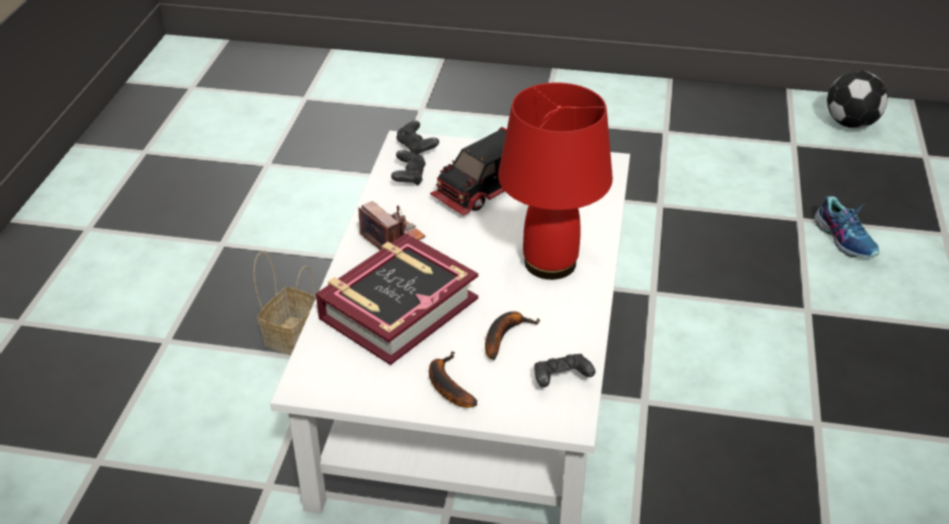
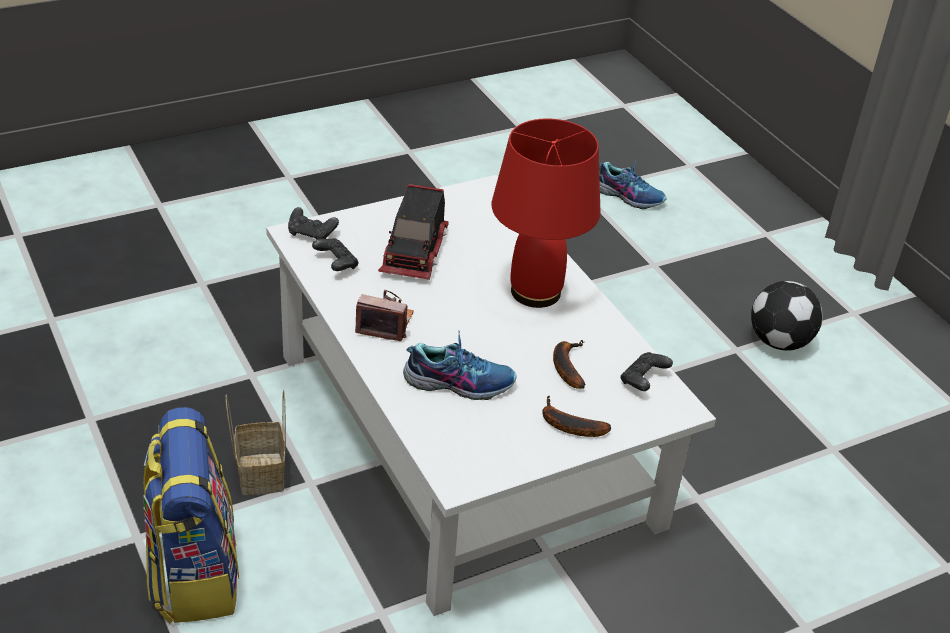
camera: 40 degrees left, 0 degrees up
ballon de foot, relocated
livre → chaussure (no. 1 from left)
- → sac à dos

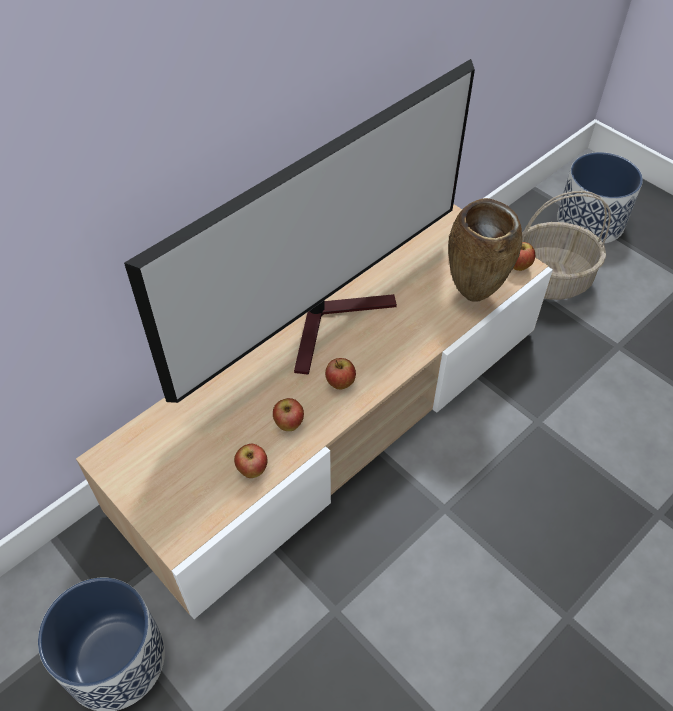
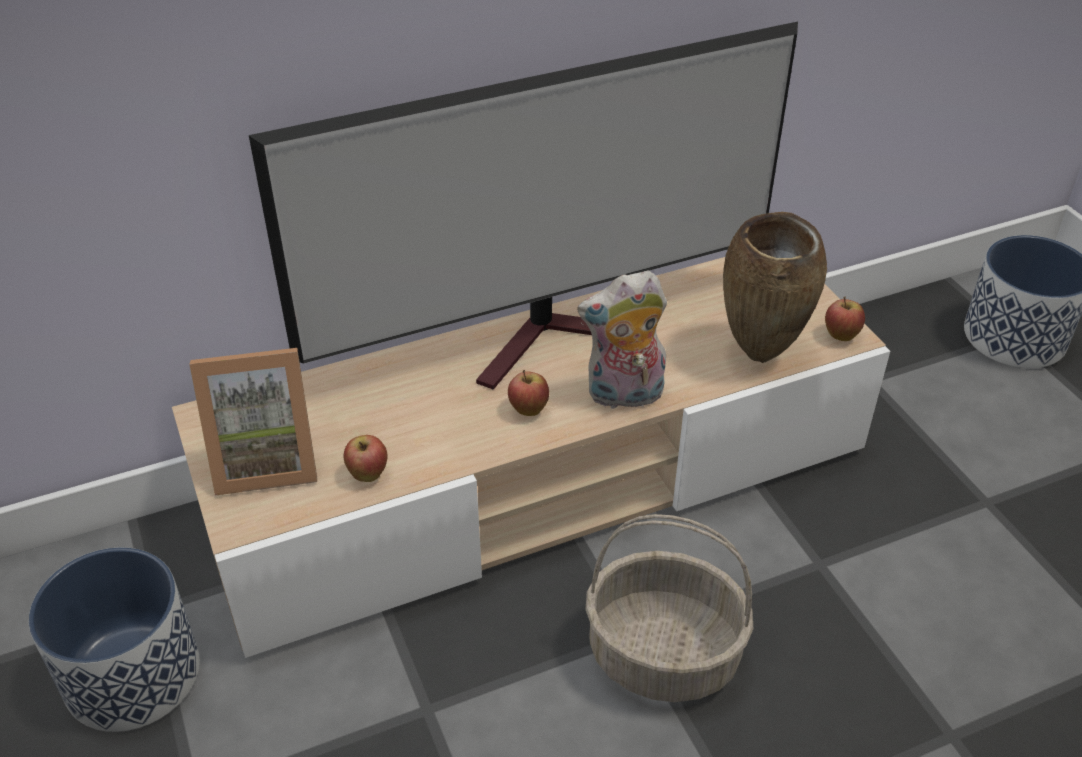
camera: 20 degrees right, 10 degrees down
panier, relocated
pomme (no. 2 from left) → -
- → peluche
- → cadre photo

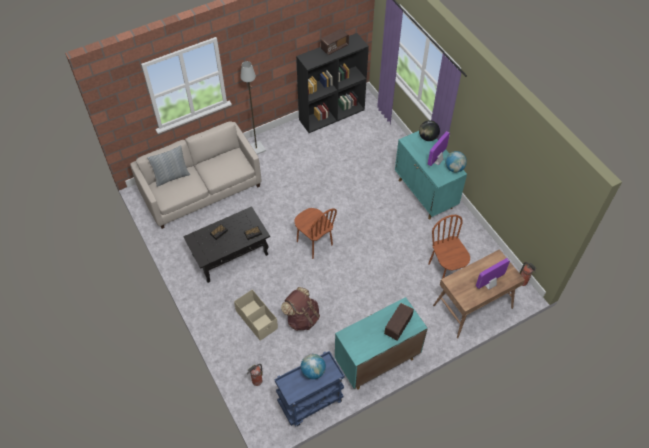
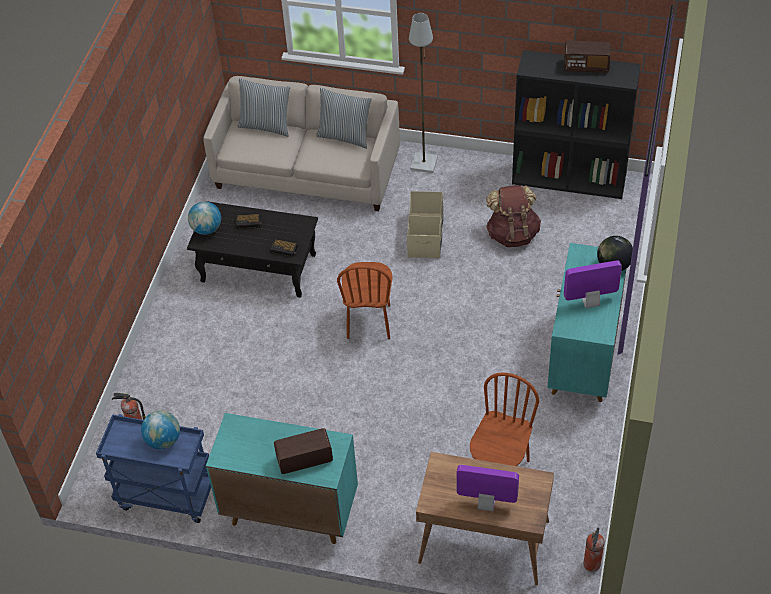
camera: 45 degrees right, 5 degrees down
globe (no. 3 from left in the first image) → globe (no. 2 from left), relocated
sac à dos [marron], relocated
boîte de rangement [beige], relocated
- → coussin (no. 2 from left)

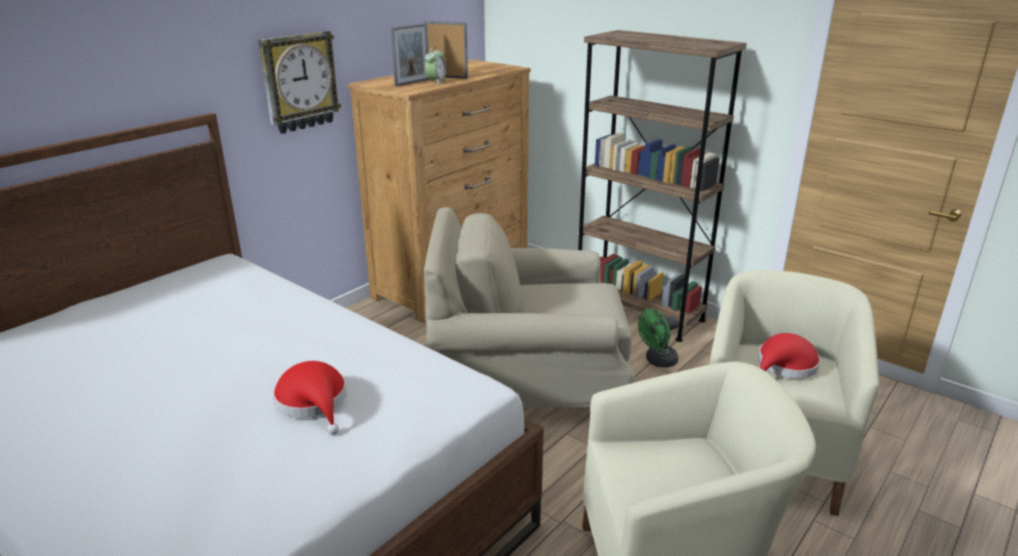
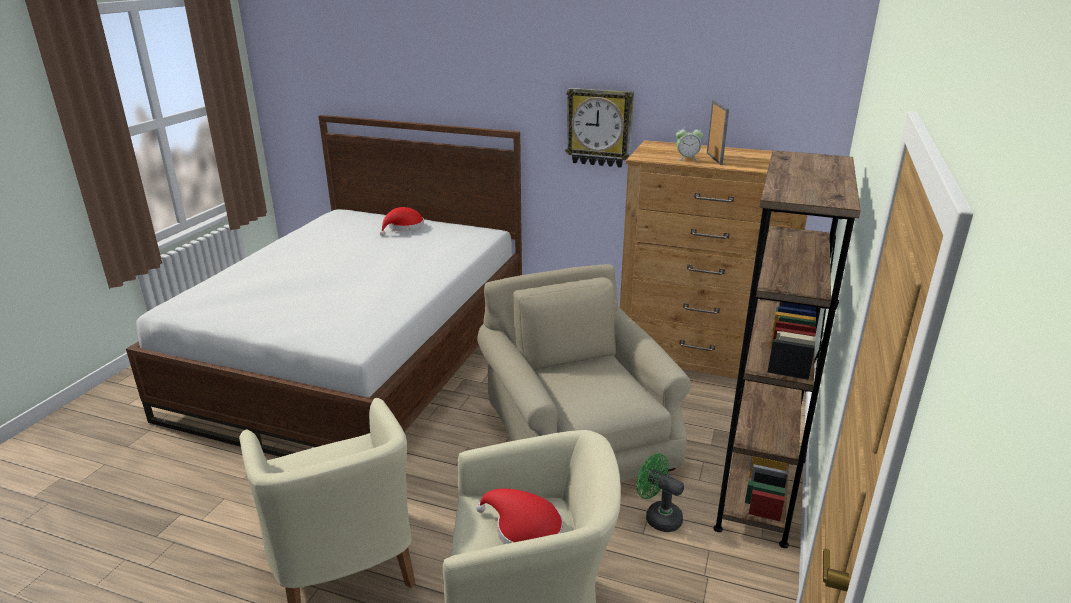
camera: 70 degrees right, 0 degrees up
cadre photo (no. 1 from left) → -
chapeau [rouge] (no. 1 from left), relocated

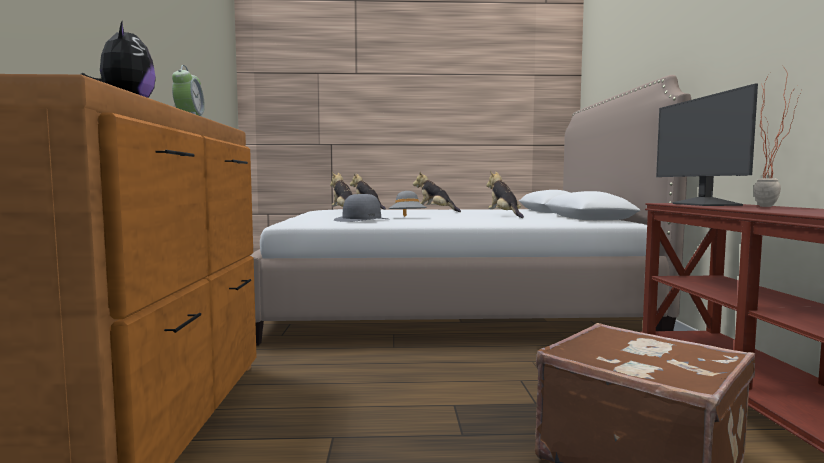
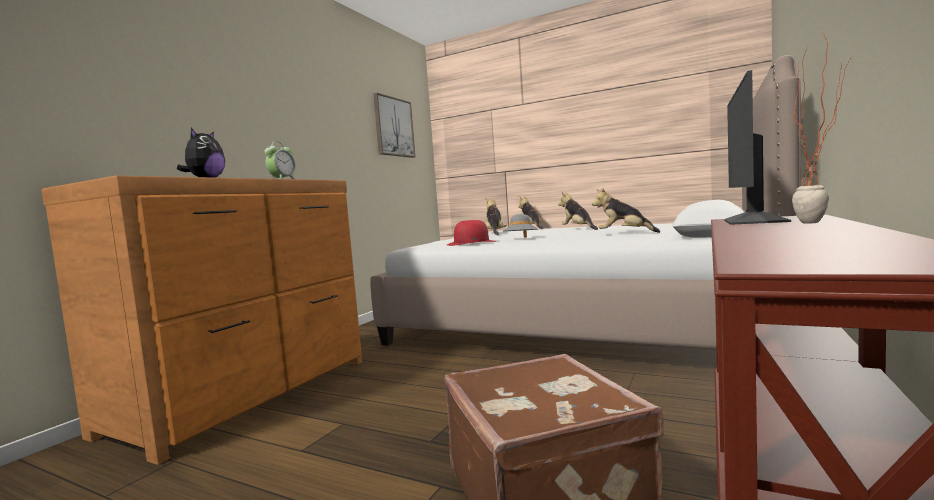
camera: 30 degrees right, 0 degrees up
peluche (no. 5 from left), 75 degrees counterclockwise
chapeau [gris] (no. 1 from left) → chapeau [rouge]
- → tableau

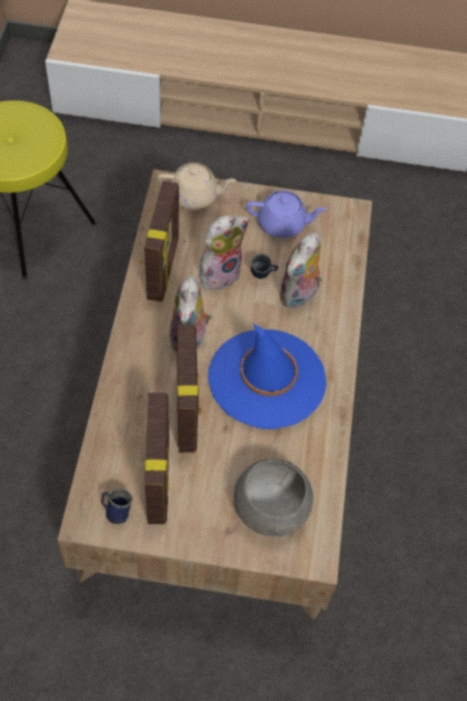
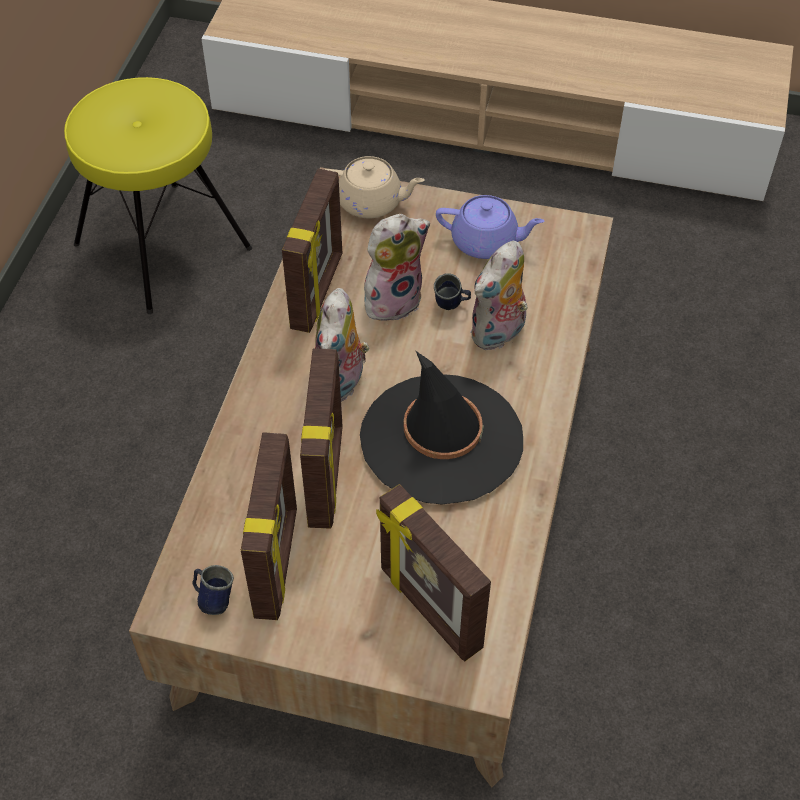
camera: 10 degrees right, 5 degrees down
chapeau [bleu] → chapeau [noir]
bol [gris] → cadre photo (no. 4 from left)

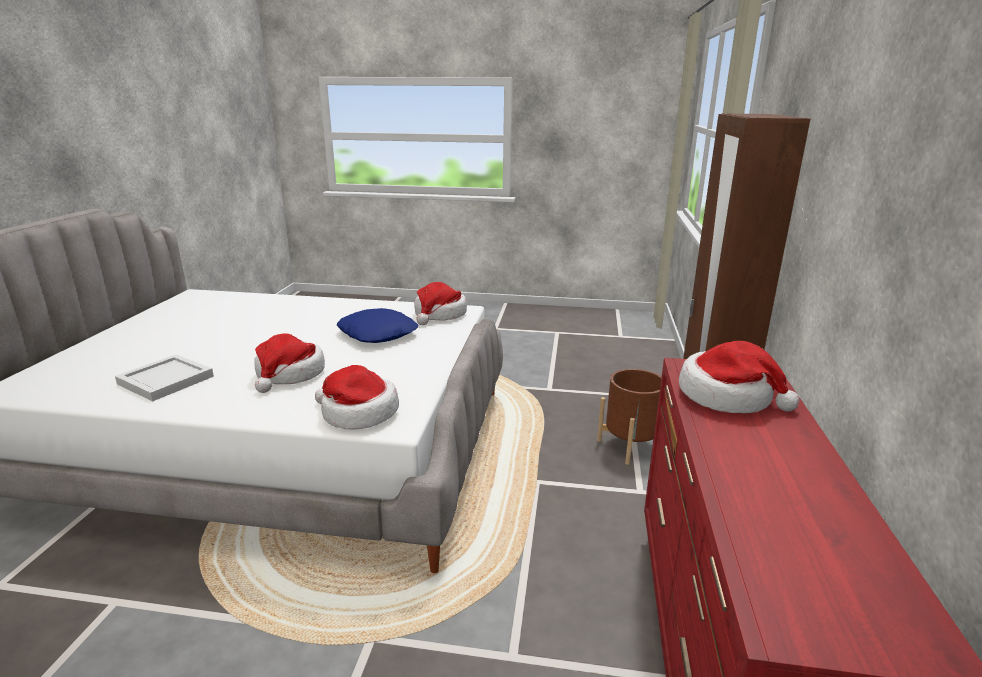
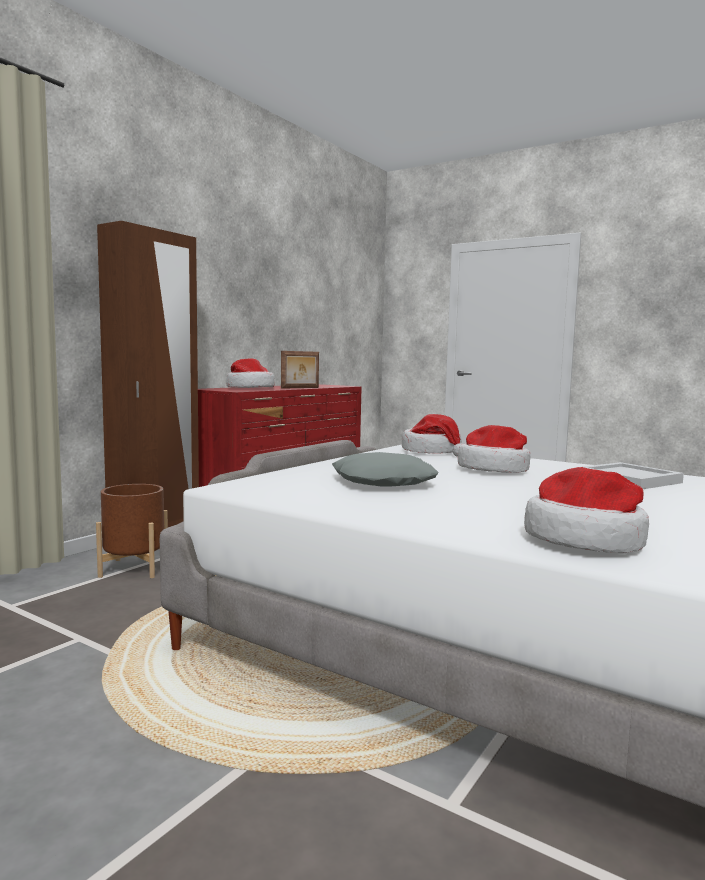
camera: 155 degrees left, 15 degrees down
chapeau (no. 3 from left in the first image) → chapeau (no. 4 from left), relocated
coussin [bleu] → coussin [gris]
- → cadre photo

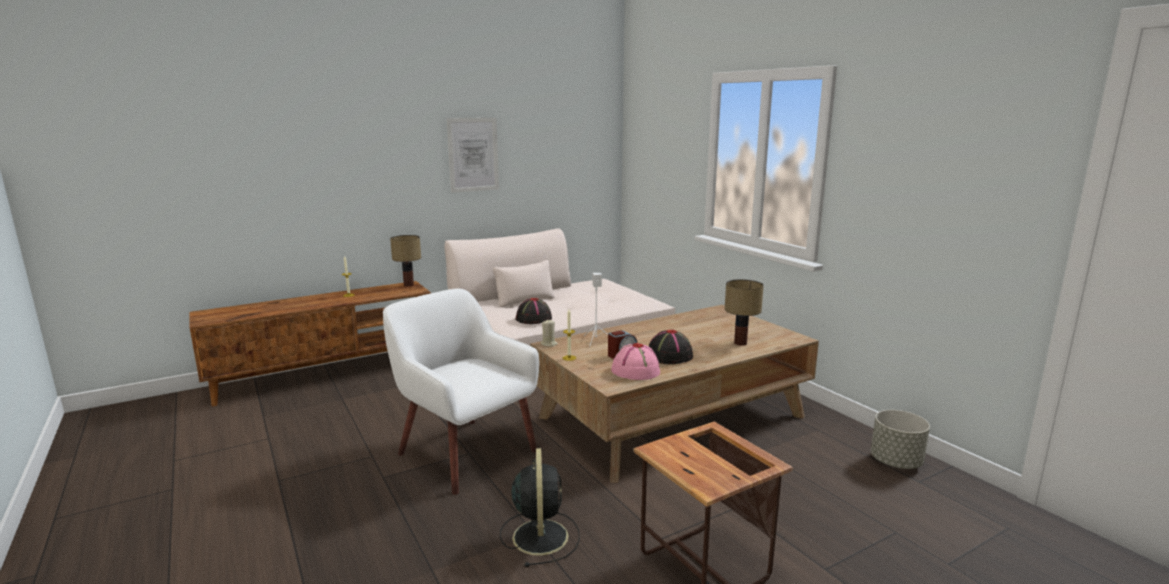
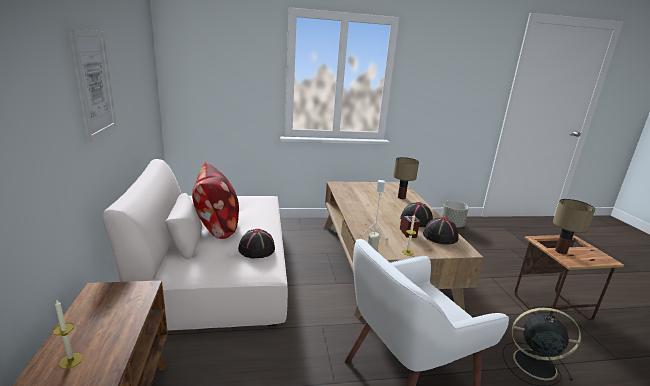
camera: 70 degrees left, 5 degrees up
lampe de table (no. 1 from left in the first image) → lampe de table (no. 2 from left), relocated
chapeau [rose] → chapeau [noir] (no. 3 from left)
- → coussin

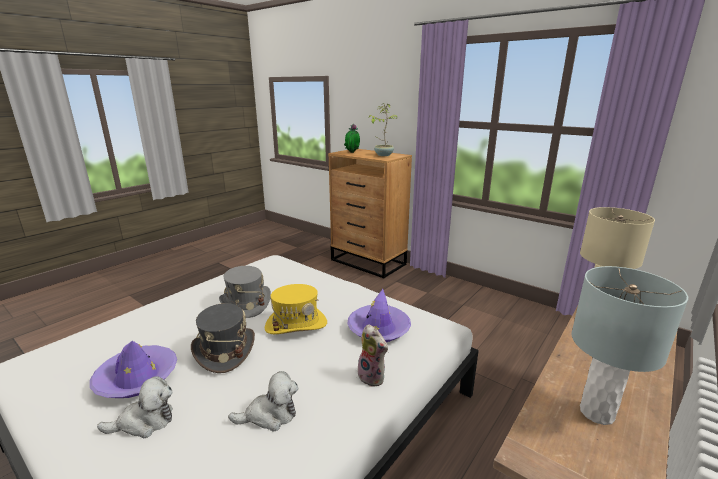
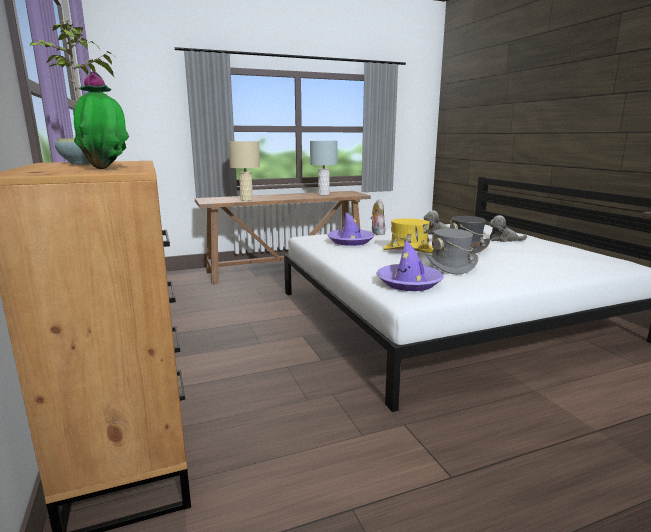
camera: 150 degrees left, 5 degrees down
chapeau [violet] (no. 1 from left in the first image) → chapeau [violet] (no. 2 from left), relocated

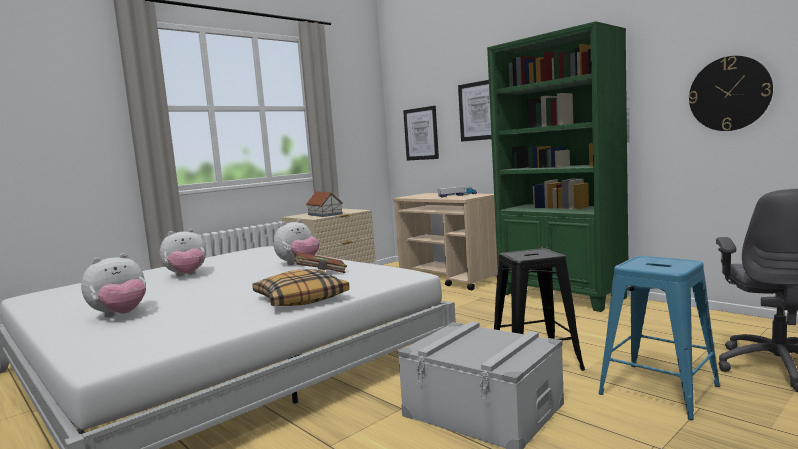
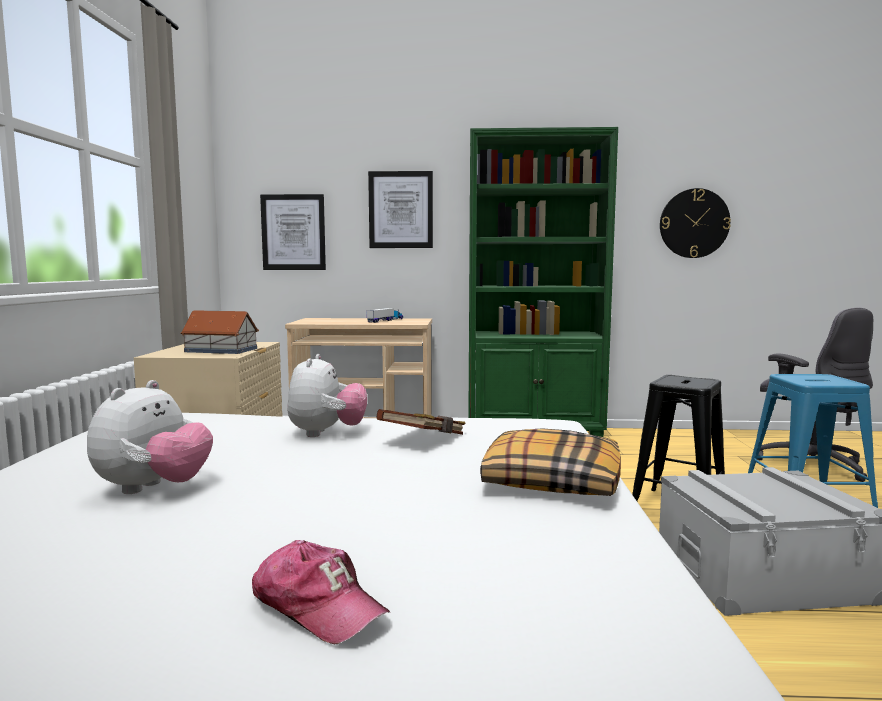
camera: 45 degrees left, 0 degrees up
peluche (no. 1 from left) → casquette

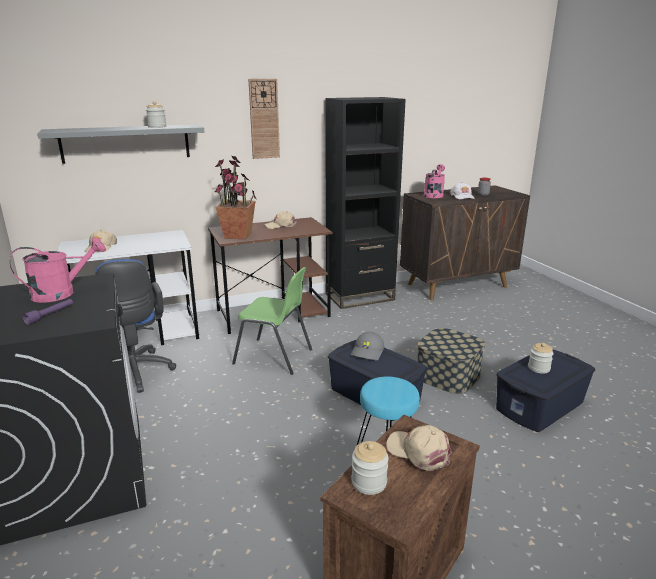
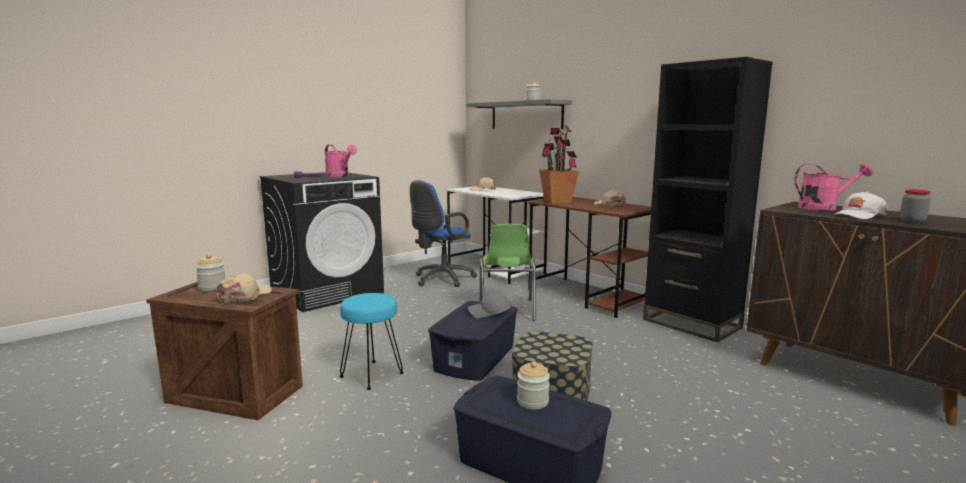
camera: 70 degrees right, 10 degrees down
horloge murale → -

